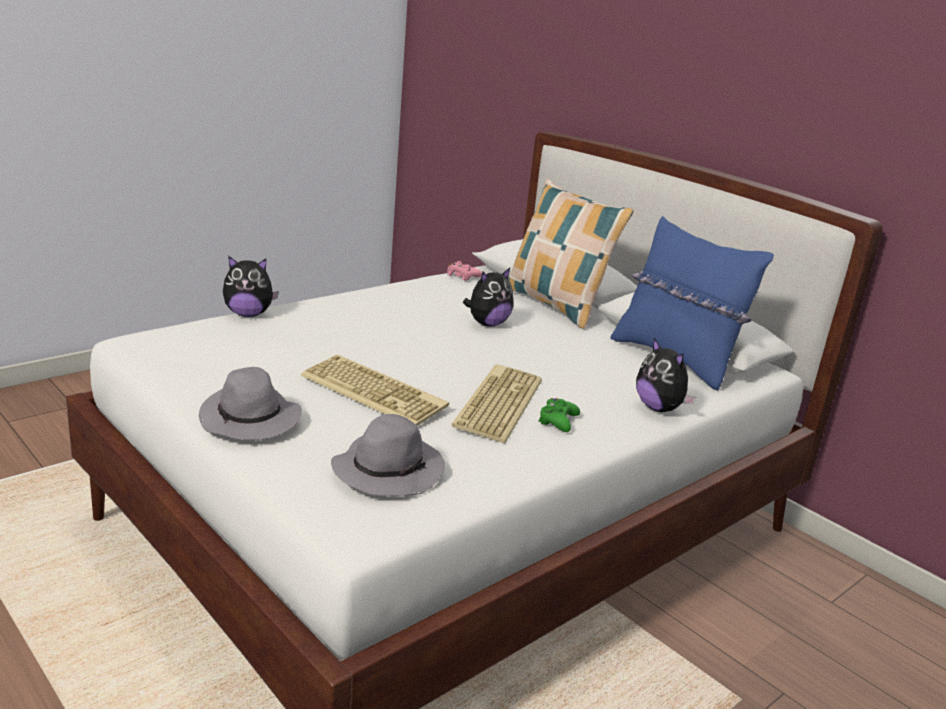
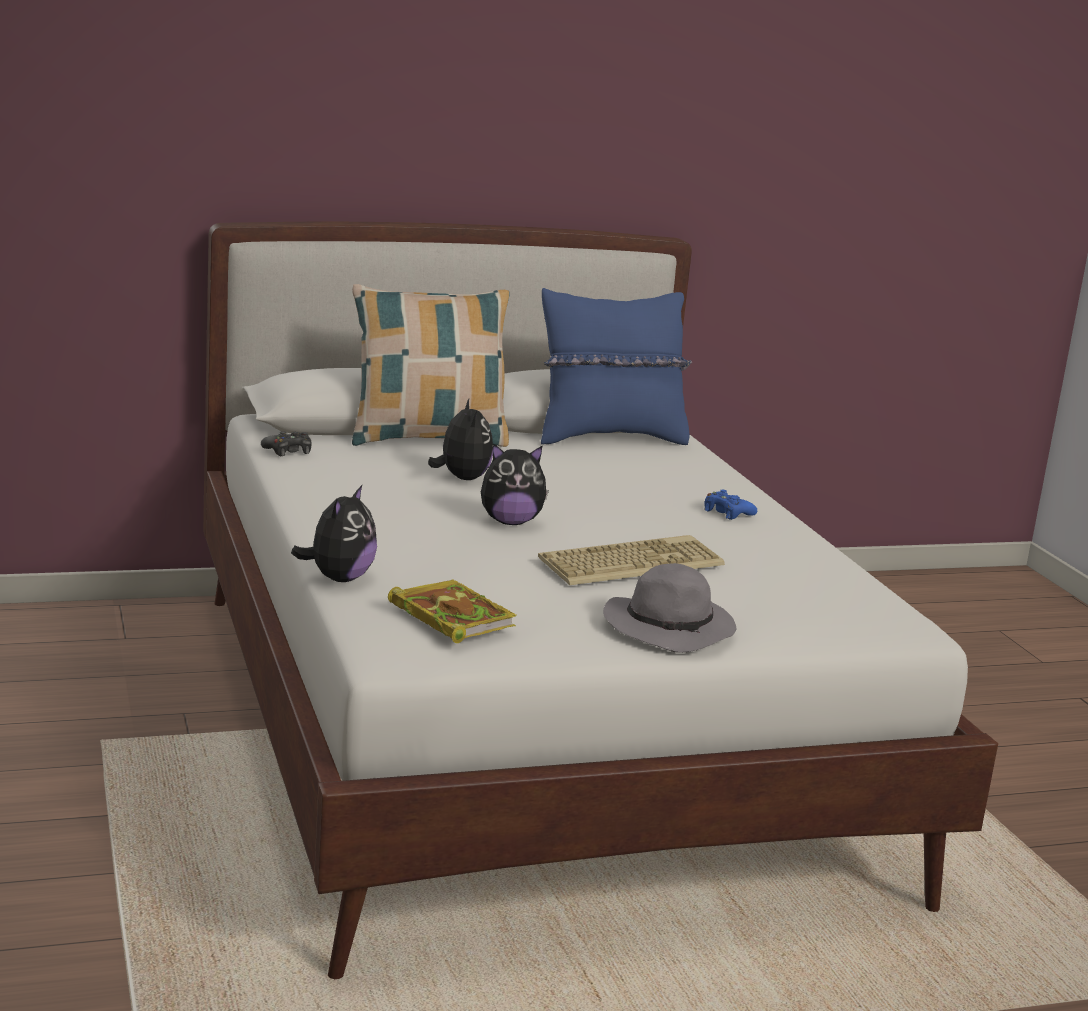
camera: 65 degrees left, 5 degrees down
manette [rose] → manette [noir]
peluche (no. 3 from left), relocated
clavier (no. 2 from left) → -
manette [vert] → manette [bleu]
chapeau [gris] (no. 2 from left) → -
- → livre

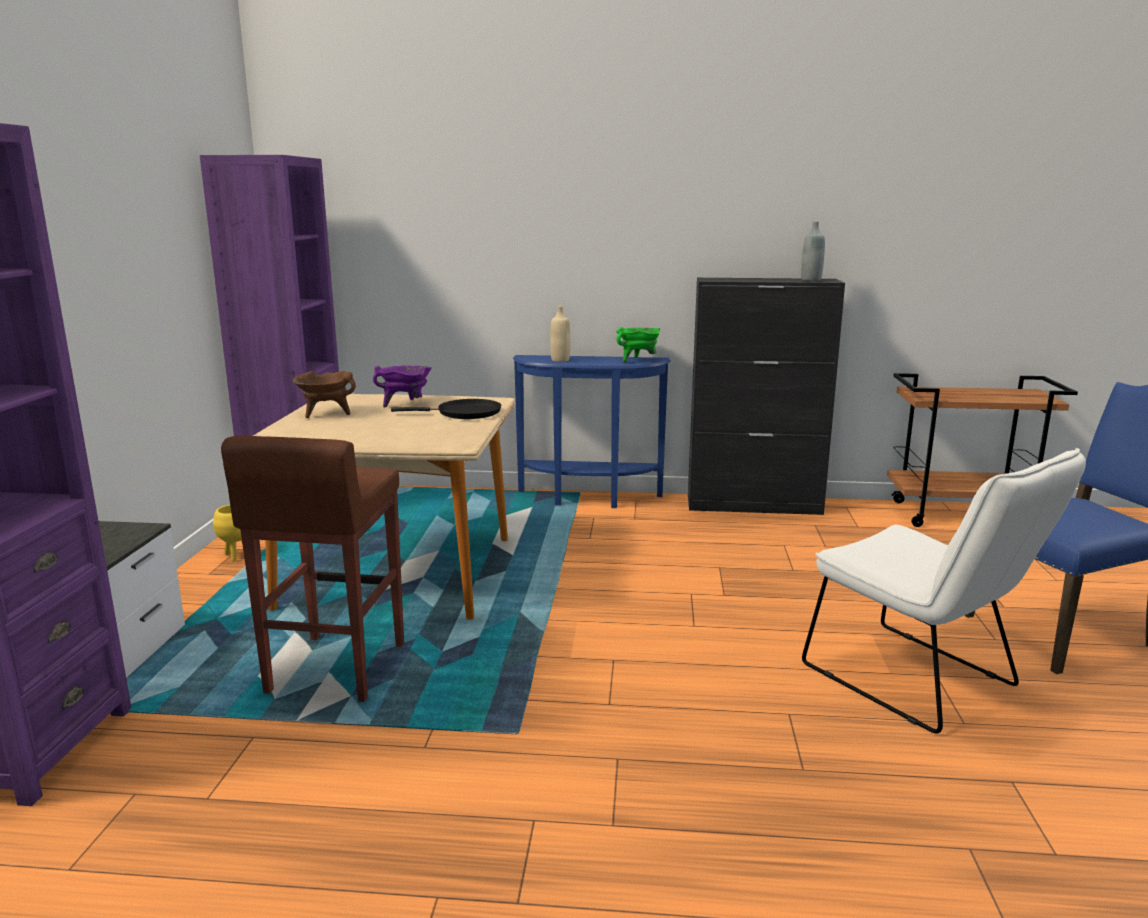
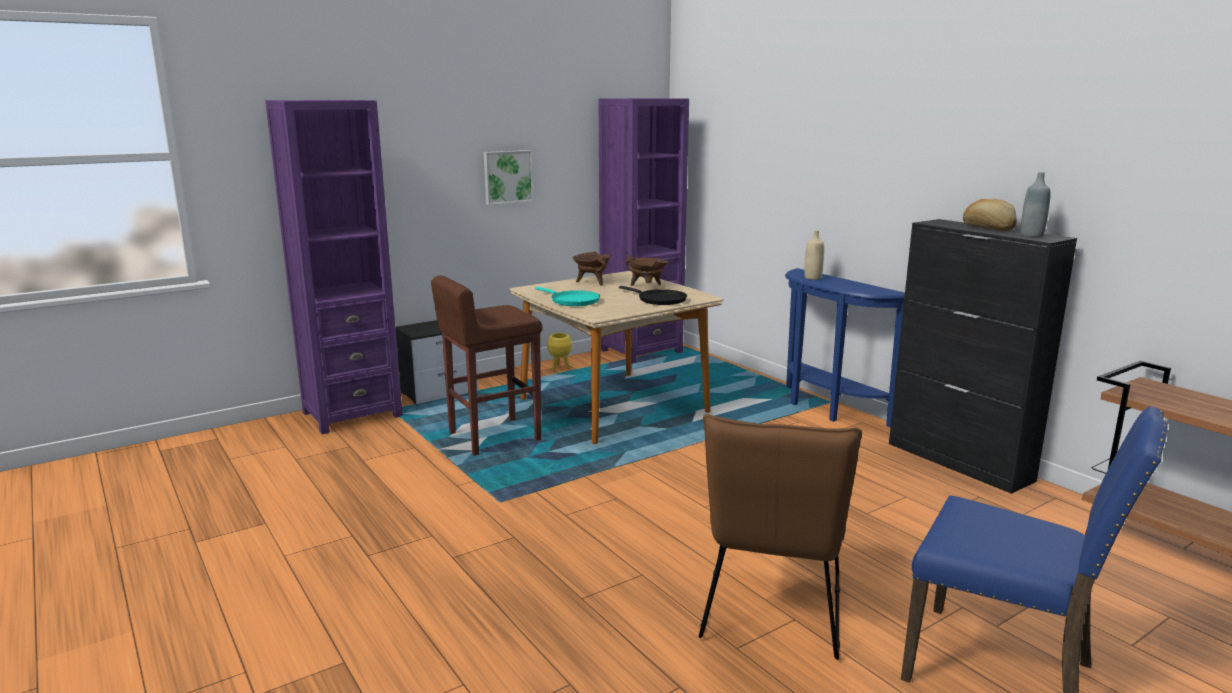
camera: 50 degrees right, 0 degrees up
marmite [vert] → -
marmite [violet] → marmite [marron] (no. 2 from left)
chaise [blanc] → chaise [marron]
- → tableau
- → pain
- → poêle [turquoise]

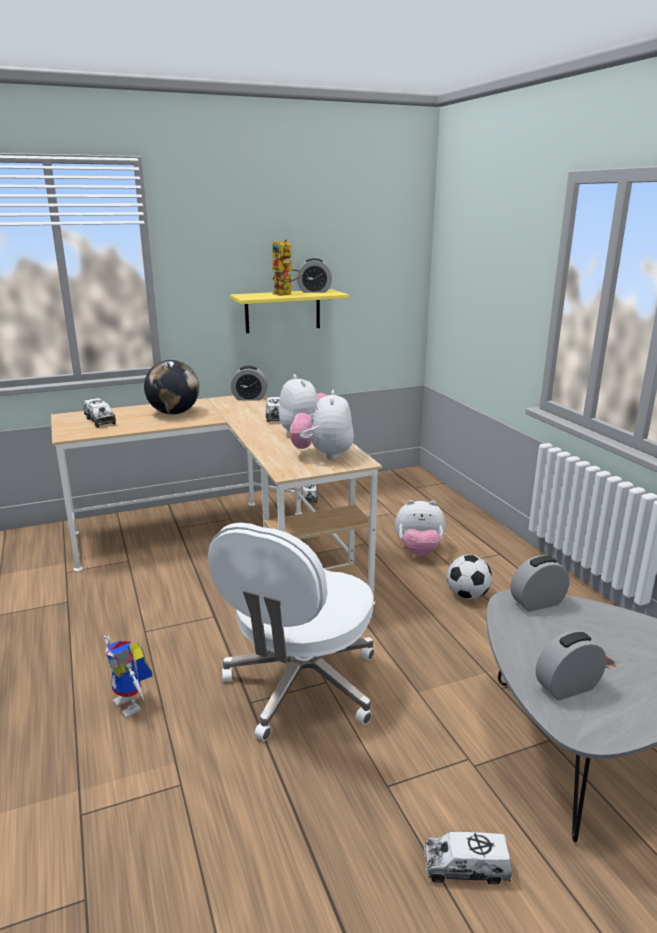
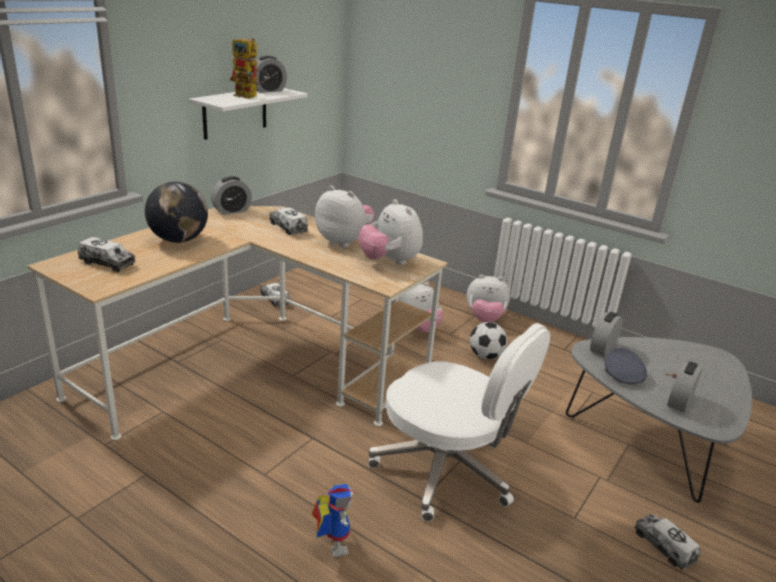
camera: 35 degrees left, 5 degrees up
étagère [jaune] → étagère [blanc]
chaise de bureau [blanc], 45 degrees counterclockwise
robot jouet (no. 1 from left in the first image) → robot jouet (no. 2 from left), 120 degrees counterclockwise
camion jouet (no. 4 from left), 90 degrees clockwise
- → peluche (no. 4 from left)
- → casquette [gris]

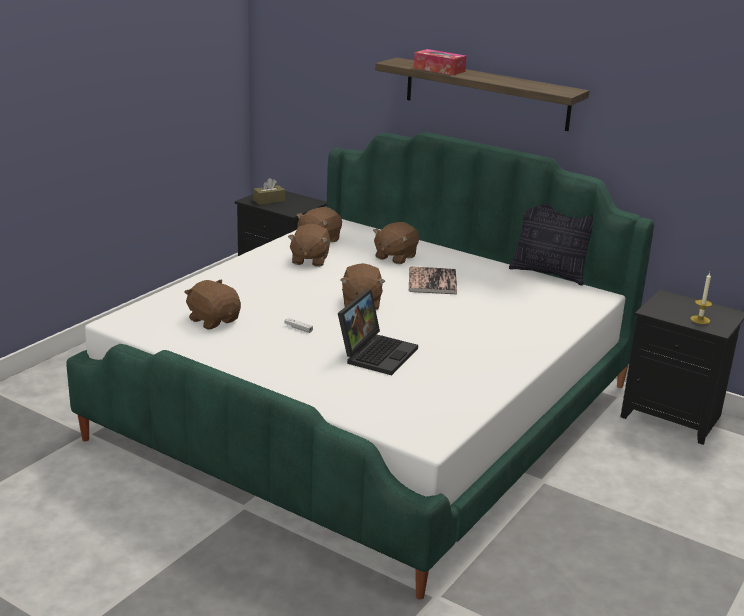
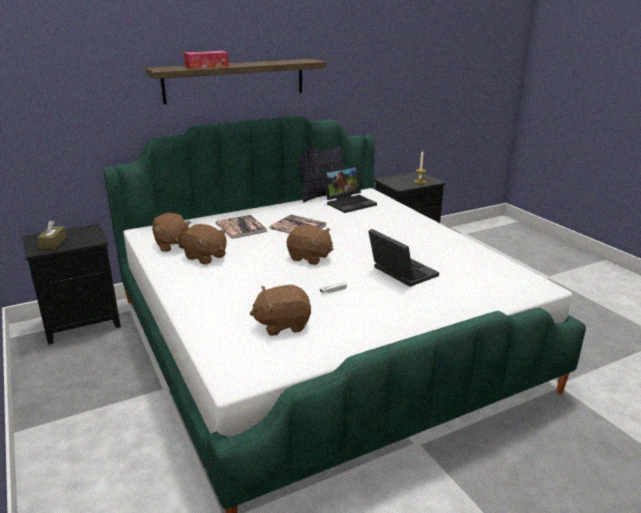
camera: 60 degrees left, 0 degrees up
peluche [marron] (no. 5 from left) → livre (no. 1 from left)
- → ordinateur portable (no. 1 from left)

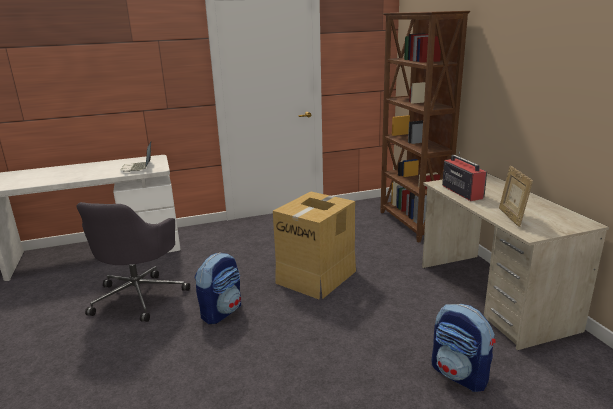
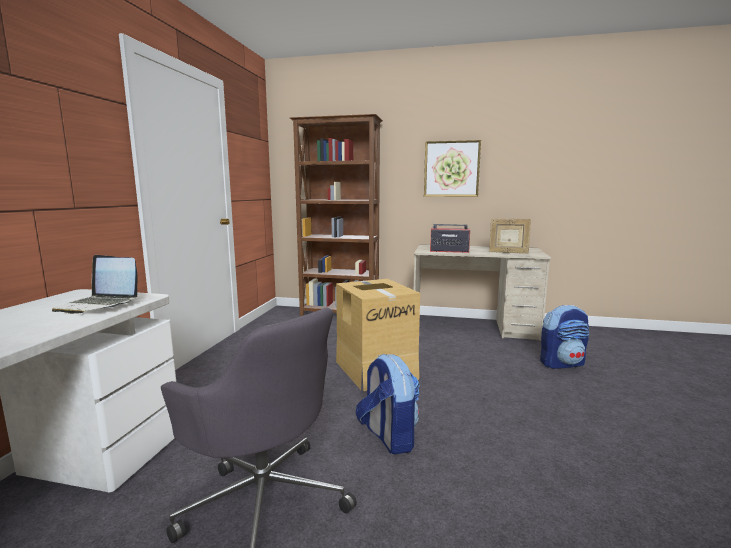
camera: 60 degrees left, 10 degrees down
- → tableau

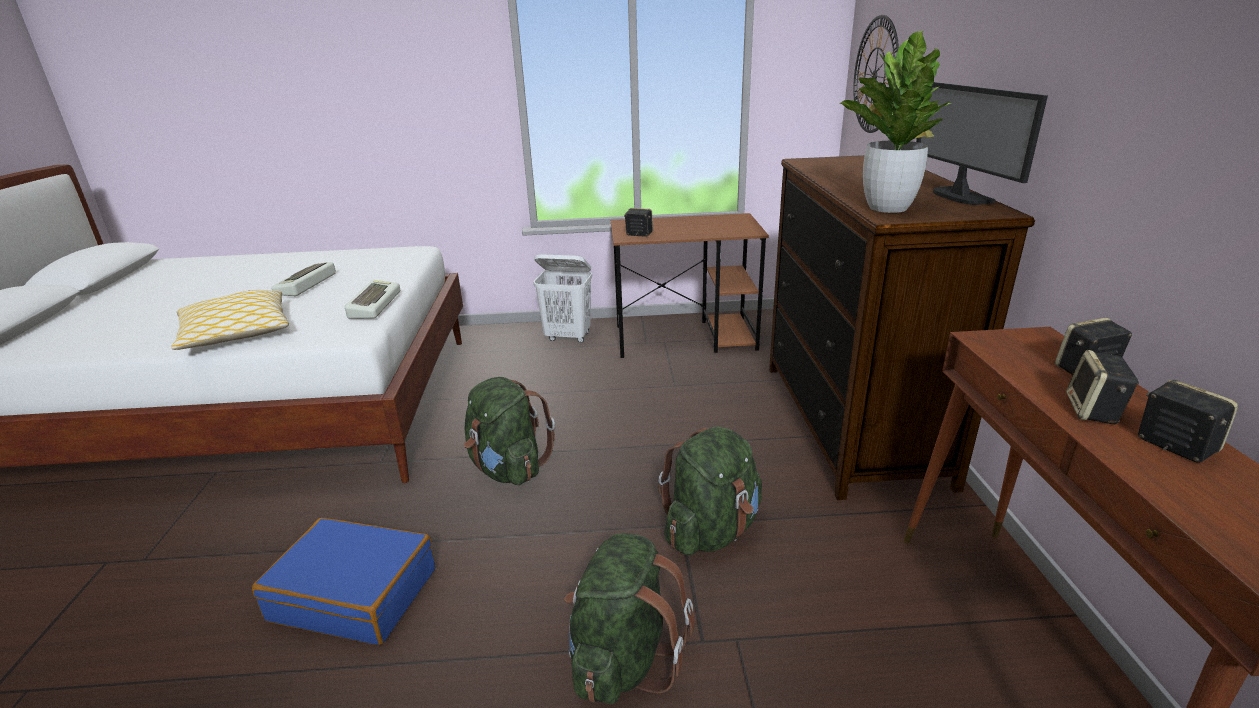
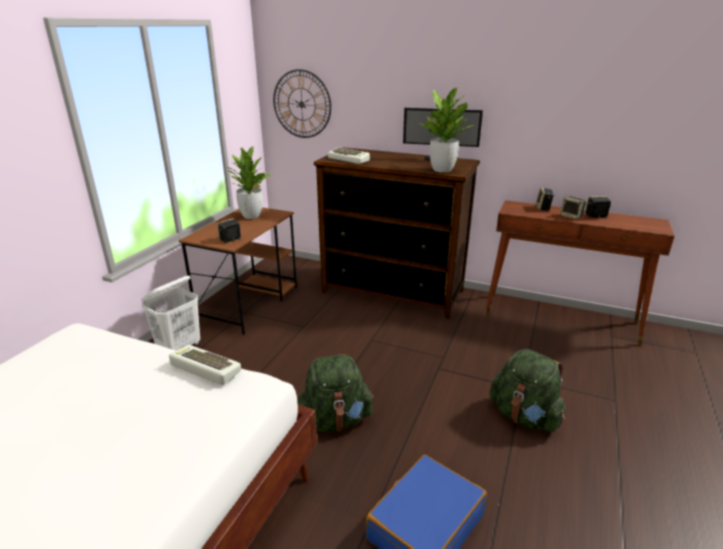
camera: 65 degrees left, 0 degrees up
clavier (no. 1 from left in the first image) → clavier (no. 2 from left), relocated
coussin → -
sac à dos [vert] (no. 3 from left) → -
- → plante en pot (no. 1 from left)

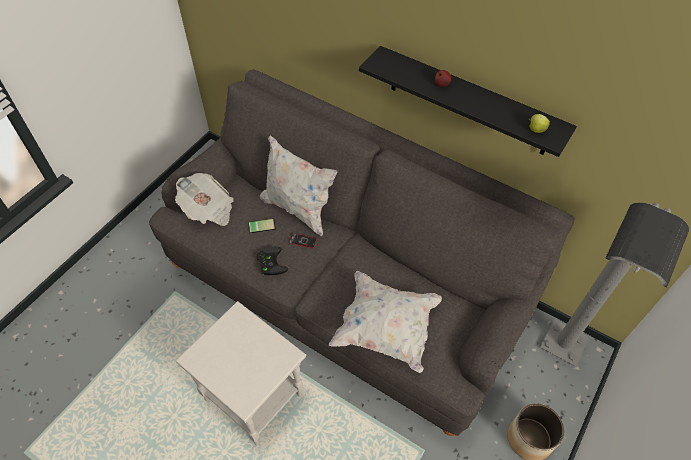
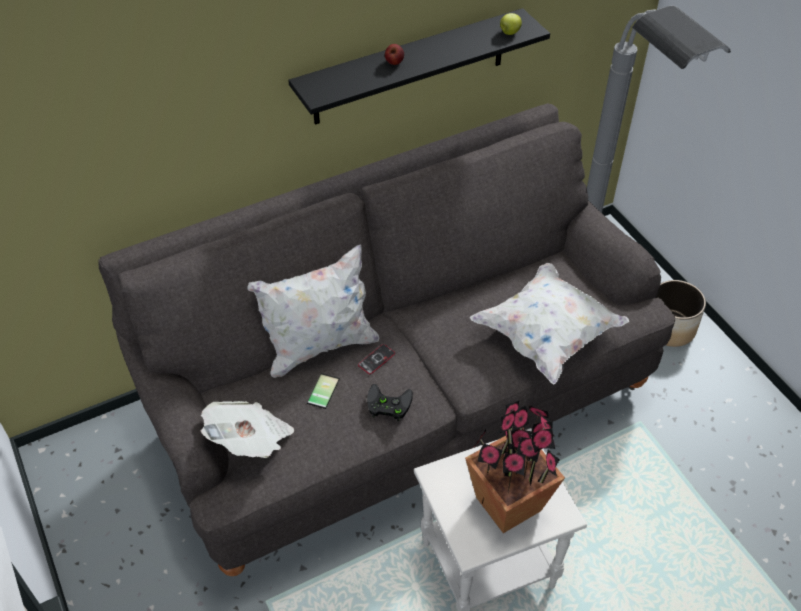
camera: 60 degrees left, 5 degrees down
- → plante en pot

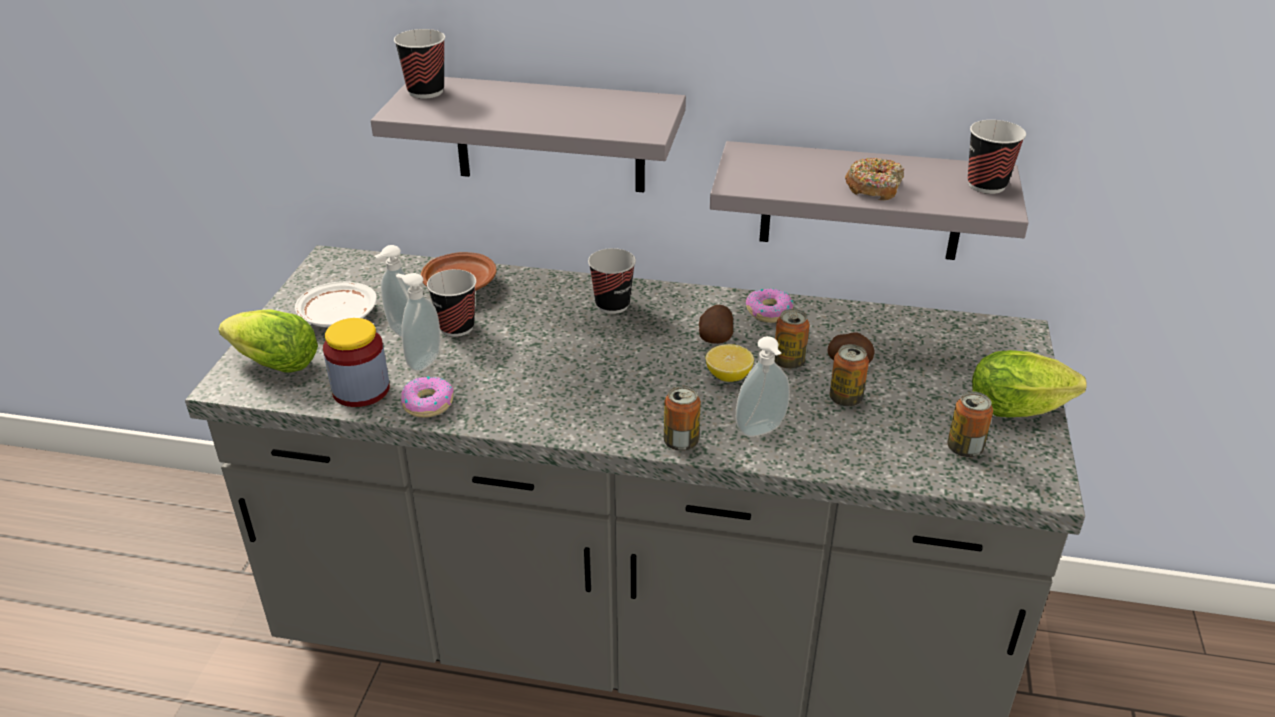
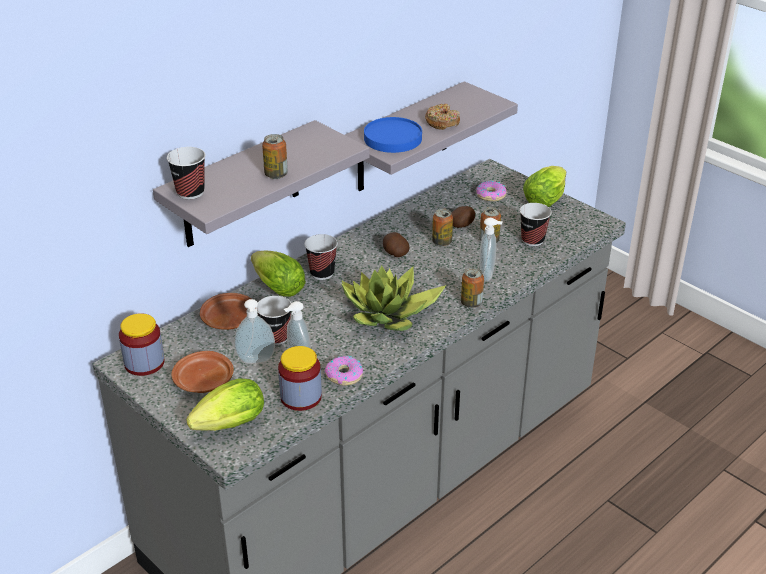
camera: 55 degrees left, 0 degrees up
tasse (no. 4 from left), relocated
assiette [blanc] → assiette [marron] (no. 1 from left)
beignet (no. 2 from left in the first image) → beignet (no. 3 from left), relocated
citron → -
boîte métallique (no. 4 from left in the first image) → boîte métallique (no. 1 from left), relocated
- → assiette [bleu]
- → laitue (no. 2 from left)
- → plante en pot
- → bocal (no. 1 from left)

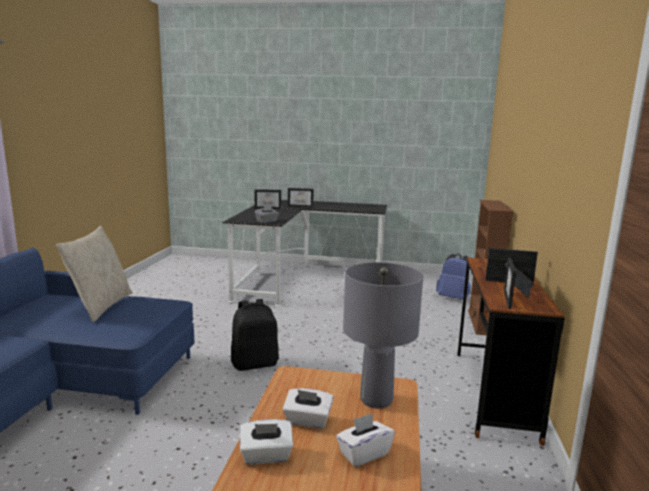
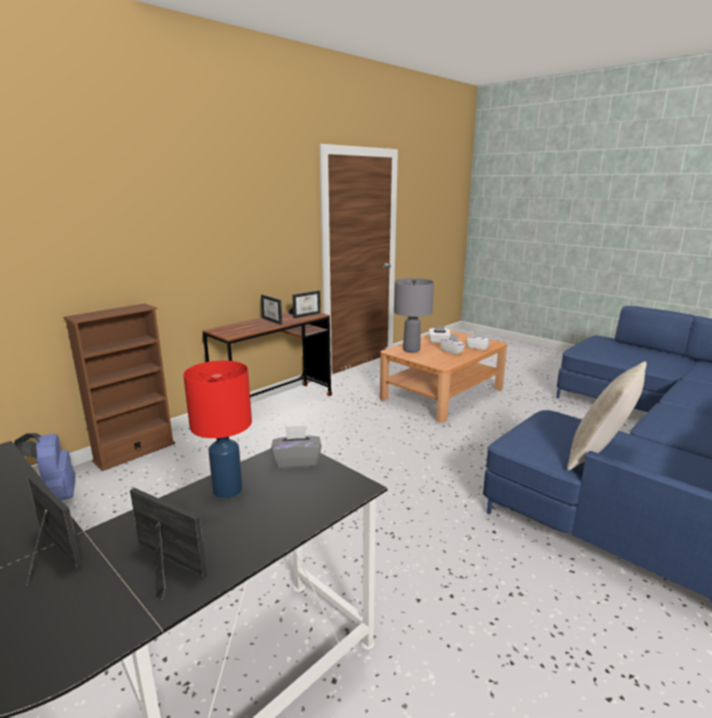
camera: 145 degrees left, 5 degrees up
sac à dos [noir] → -
- → lampe de table [rouge]

